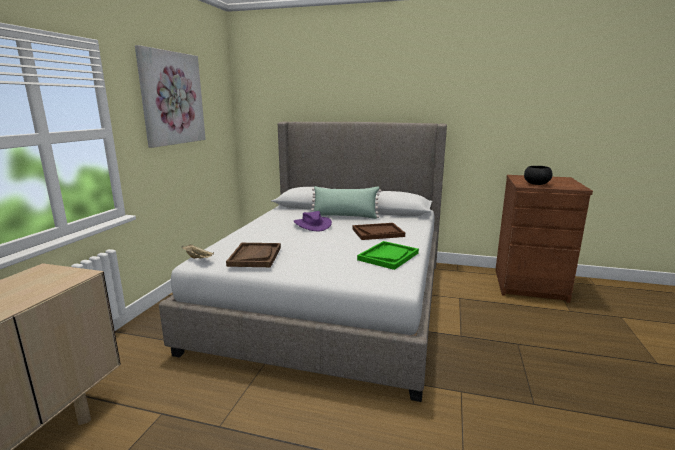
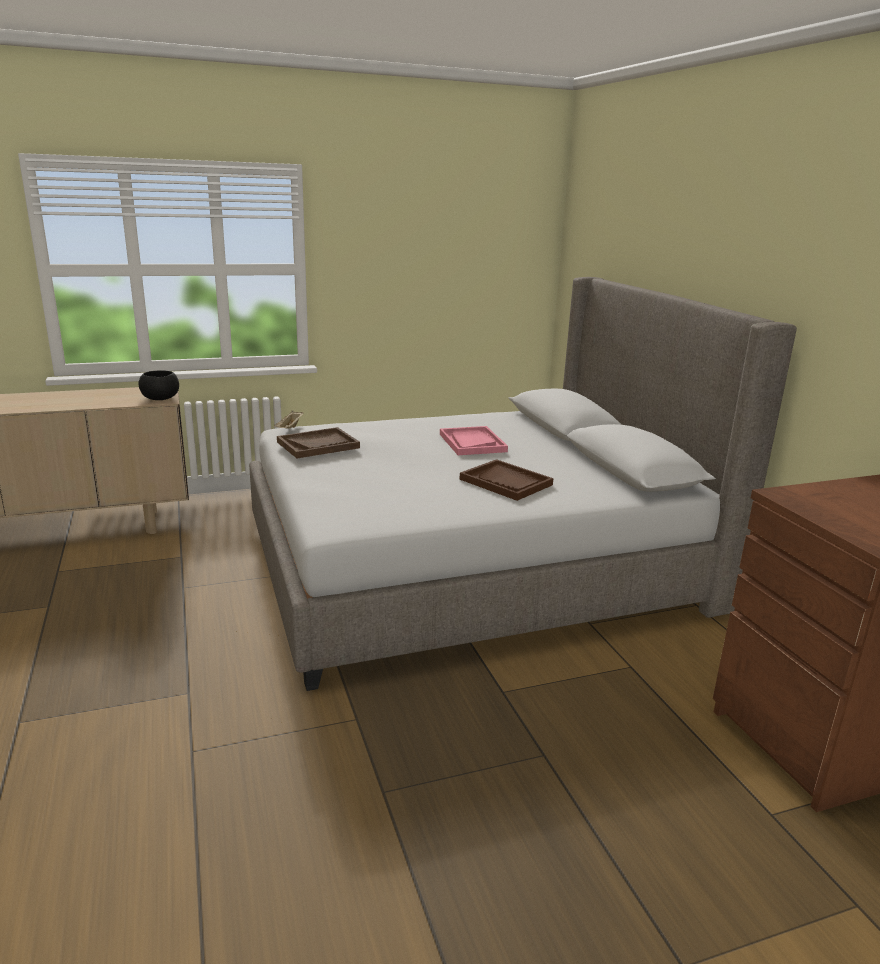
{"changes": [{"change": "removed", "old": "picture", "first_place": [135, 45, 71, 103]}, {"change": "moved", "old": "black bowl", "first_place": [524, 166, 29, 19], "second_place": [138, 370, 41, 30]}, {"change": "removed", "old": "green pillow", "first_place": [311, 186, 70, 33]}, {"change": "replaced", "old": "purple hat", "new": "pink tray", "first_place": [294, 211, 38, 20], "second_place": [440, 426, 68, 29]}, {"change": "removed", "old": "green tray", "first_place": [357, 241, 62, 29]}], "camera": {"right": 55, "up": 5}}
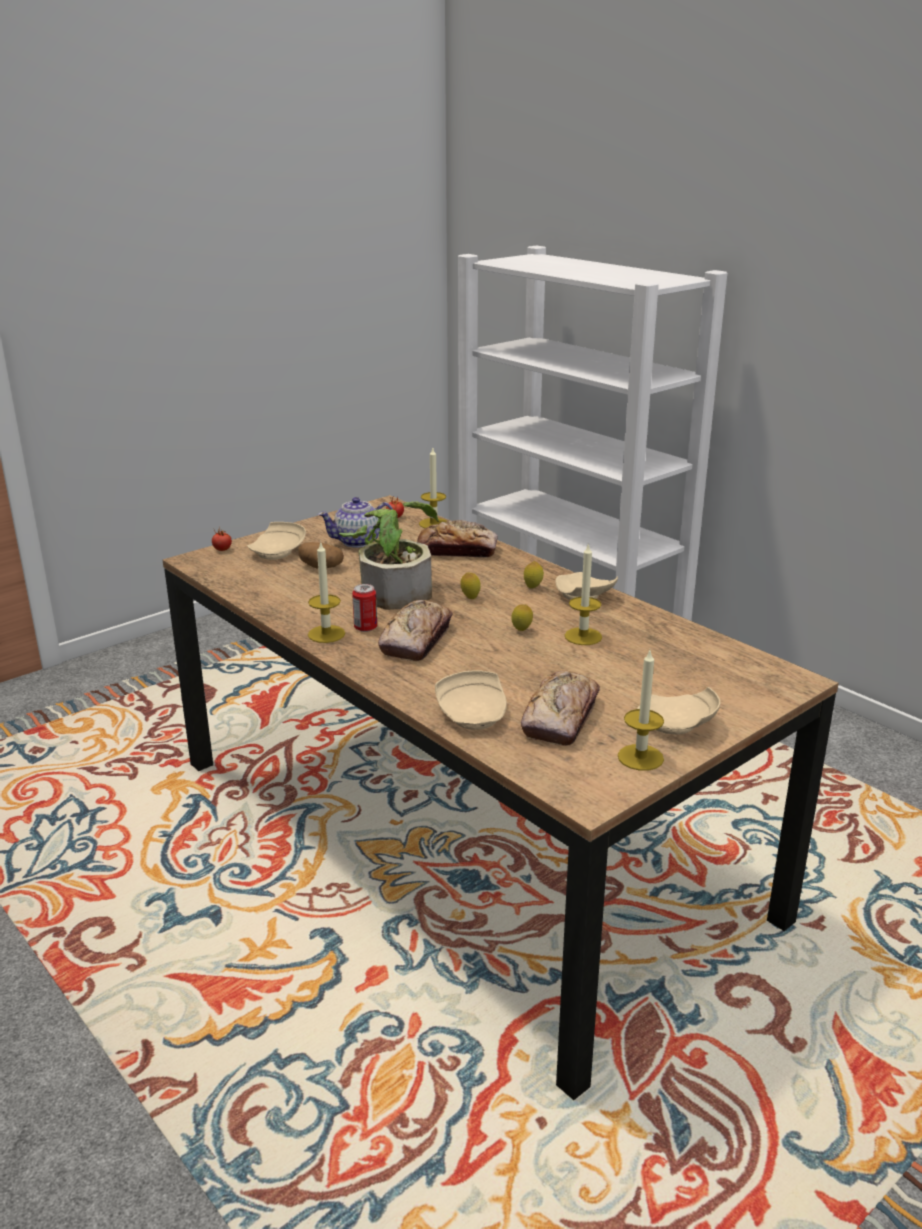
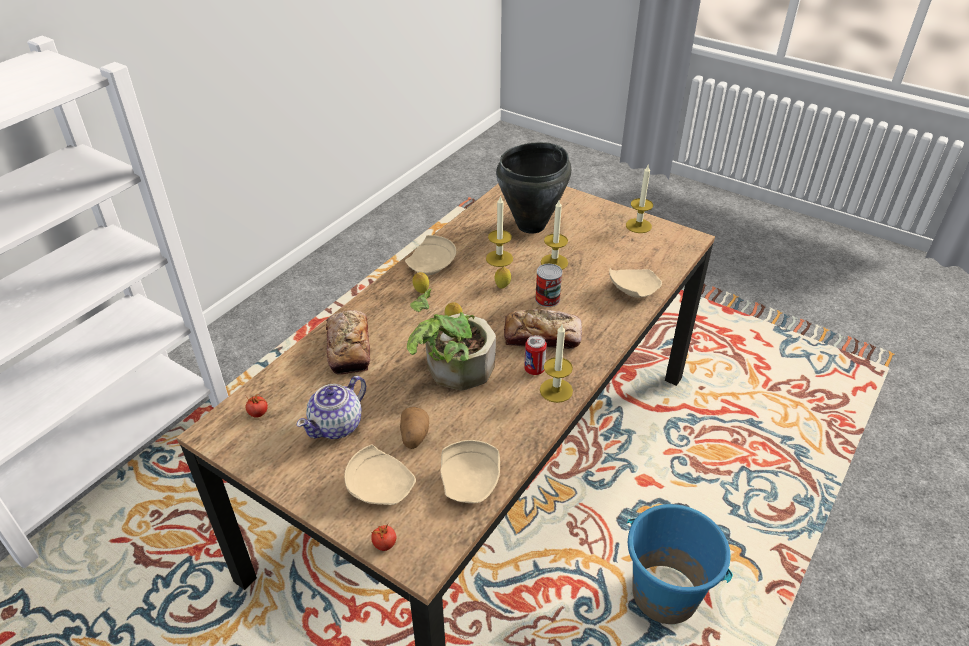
{"changes": [{"change": "moved", "old": "candle", "first_place": [419, 448, 28, 80], "second_place": [541, 200, 27, 70]}, {"change": "turned", "old": "teapot", "first_place": [318, 497, 75, 51], "second_place": [297, 376, 69, 63], "degrees": 75}, {"change": "removed", "old": "bread", "first_place": [521, 671, 79, 75]}, {"change": "moved", "old": "beige plate", "first_place": [637, 687, 83, 47], "second_place": [440, 440, 60, 63]}, {"change": "added", "new": "black cooking pot", "second_place": [496, 142, 75, 92]}, {"change": "added", "new": "can", "second_place": [535, 264, 28, 43]}, {"change": "added", "new": "blue bucket", "second_place": [627, 504, 106, 120]}], "camera": {"right": -105, "up": 15}}
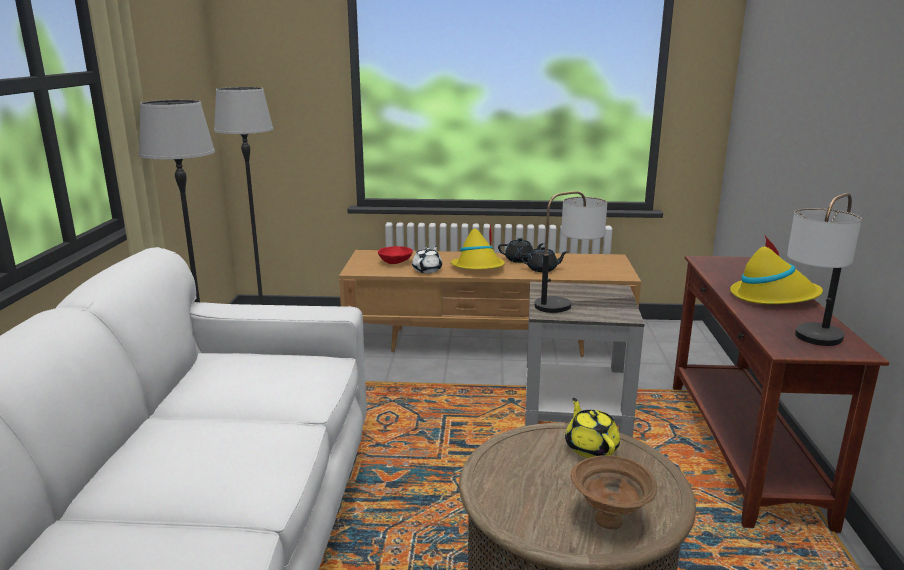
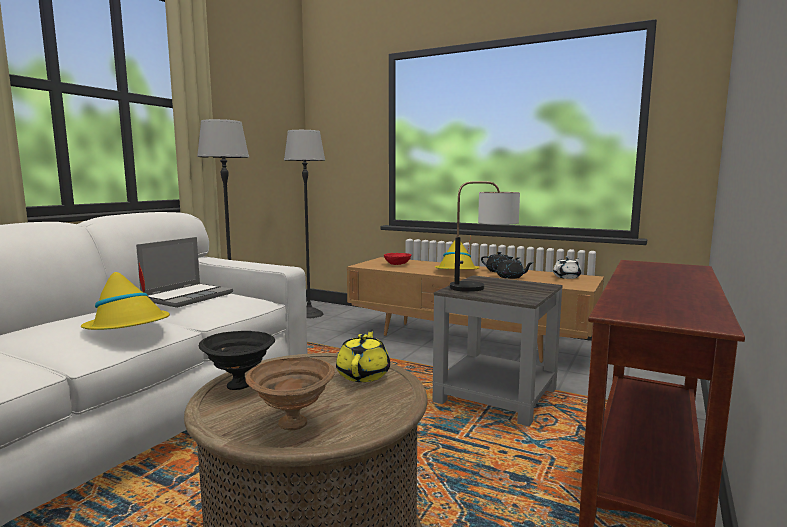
{"changes": [{"change": "removed", "old": "table lamp", "first_place": [787, 193, 75, 153]}, {"change": "moved", "old": "yellow hat", "first_place": [730, 234, 93, 70], "second_place": [81, 263, 89, 67]}, {"change": "moved", "old": "white teapot", "first_place": [412, 246, 30, 27], "second_place": [553, 256, 28, 23]}, {"change": "added", "new": "laptop", "second_place": [136, 237, 97, 71]}, {"change": "added", "new": "black bowl", "second_place": [199, 331, 76, 59]}], "camera": {"right": 25, "up": -10}}
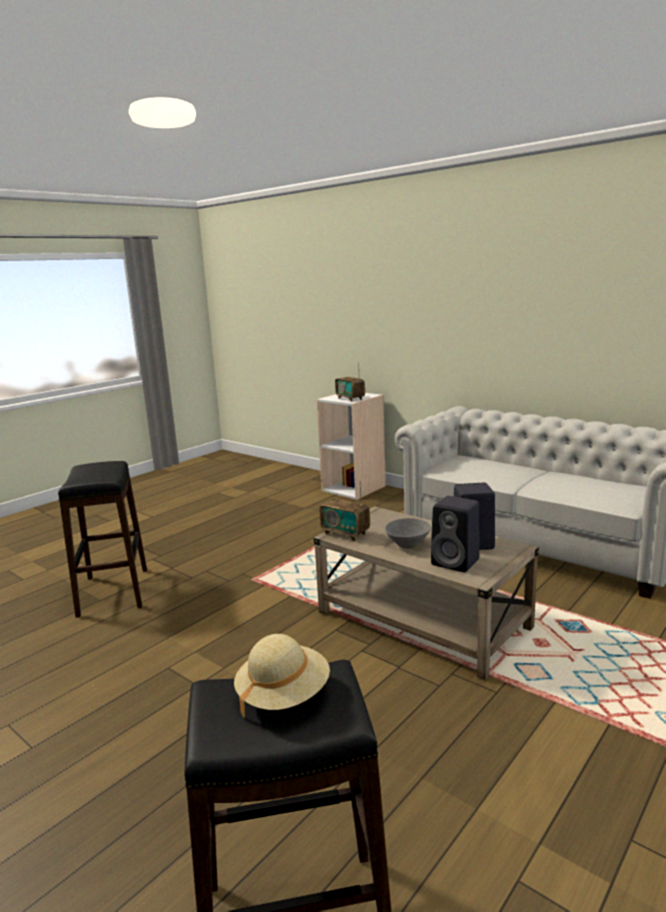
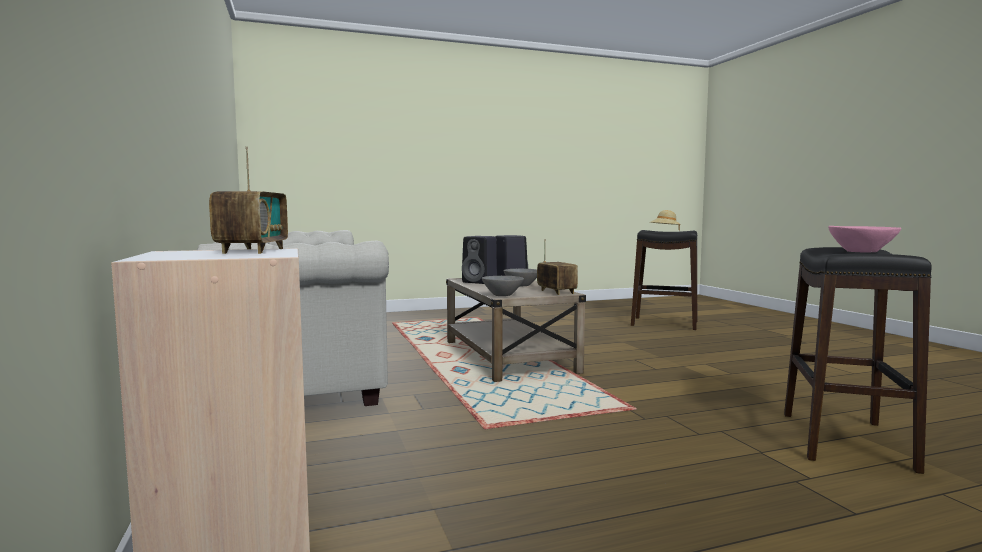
{"changes": [{"change": "added", "new": "pink bowl", "second_place": [828, 226, 73, 26]}, {"change": "added", "new": "grey bowl", "second_place": [482, 276, 42, 20]}], "camera": {"right": -150, "up": -10}}
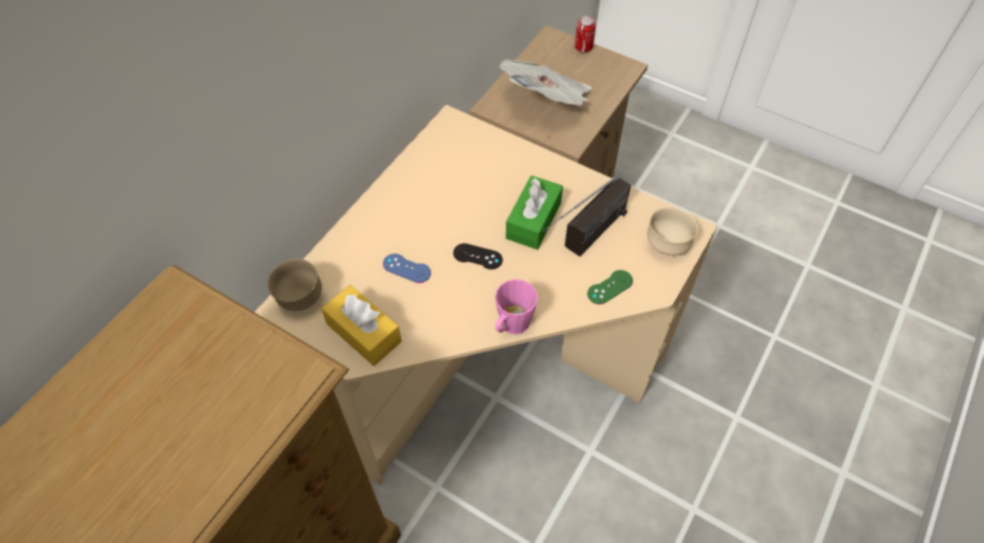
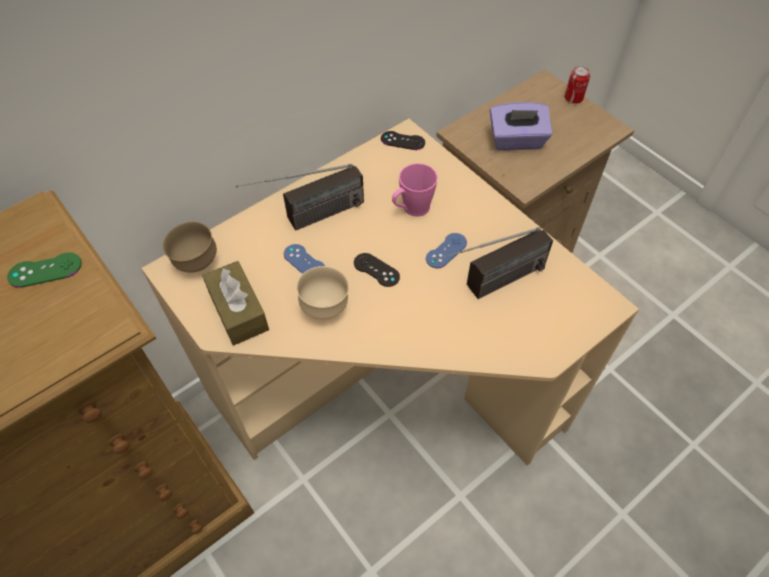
{"changes": [{"change": "replaced", "old": "newspaper", "new": "purple tissue box", "first_place": [500, 59, 92, 47], "second_place": [490, 102, 62, 48]}, {"change": "replaced", "old": "green tissue box", "new": "blue game controller", "first_place": [506, 175, 57, 75], "second_place": [426, 233, 41, 35]}, {"change": "moved", "old": "beige bowl", "first_place": [647, 207, 51, 49], "second_place": [296, 266, 53, 53]}, {"change": "moved", "old": "green game controller", "first_place": [587, 270, 46, 34], "second_place": [7, 252, 75, 36]}, {"change": "moved", "old": "pink mug", "first_place": [495, 279, 43, 55], "second_place": [392, 163, 46, 54]}, {"change": "recoloured", "old": "yellow tissue box", "new": "brown tissue box", "first_place": [321, 285, 81, 81], "second_place": [202, 261, 67, 84]}, {"change": "added", "new": "black game controller", "second_place": [381, 131, 44, 19]}, {"change": "added", "new": "radio", "second_place": [236, 164, 128, 67]}], "camera": {"right": 20, "up": 0}}
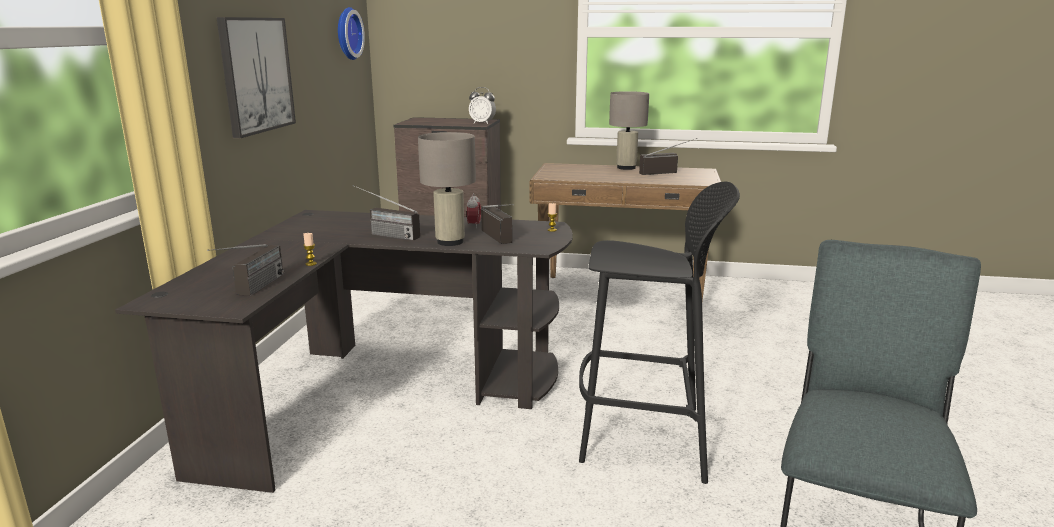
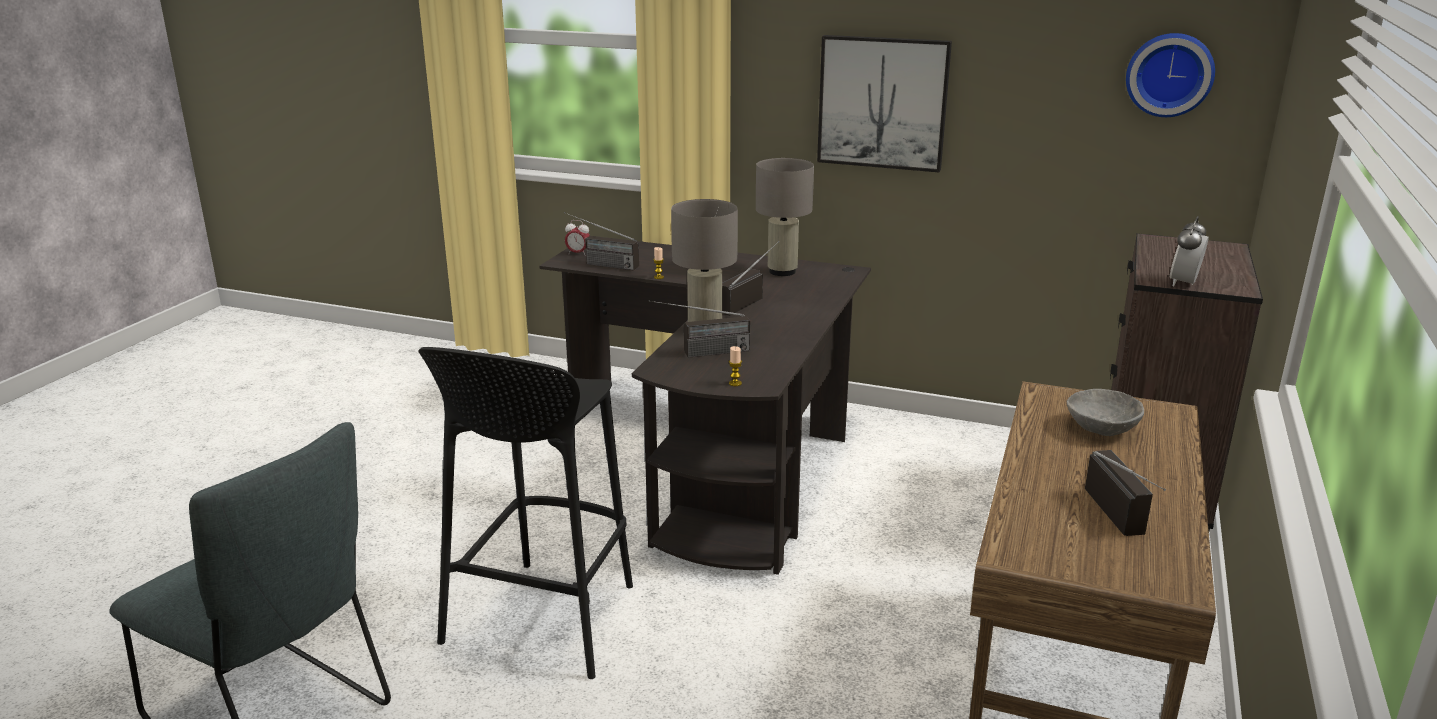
{"changes": [{"change": "moved", "old": "grey table lamp", "first_place": [609, 91, 40, 79], "second_place": [756, 158, 58, 118]}, {"change": "moved", "old": "alarm clock", "first_place": [467, 193, 14, 35], "second_place": [565, 220, 25, 36]}, {"change": "added", "new": "grey bowl", "second_place": [1067, 389, 77, 47]}], "camera": {"right": 100, "up": 5}}
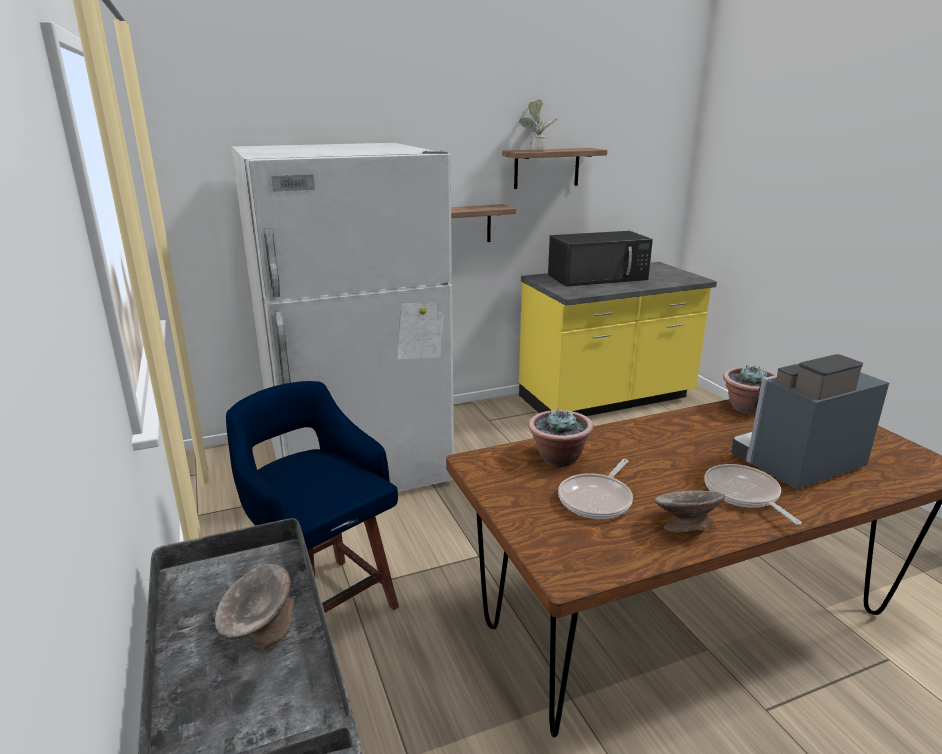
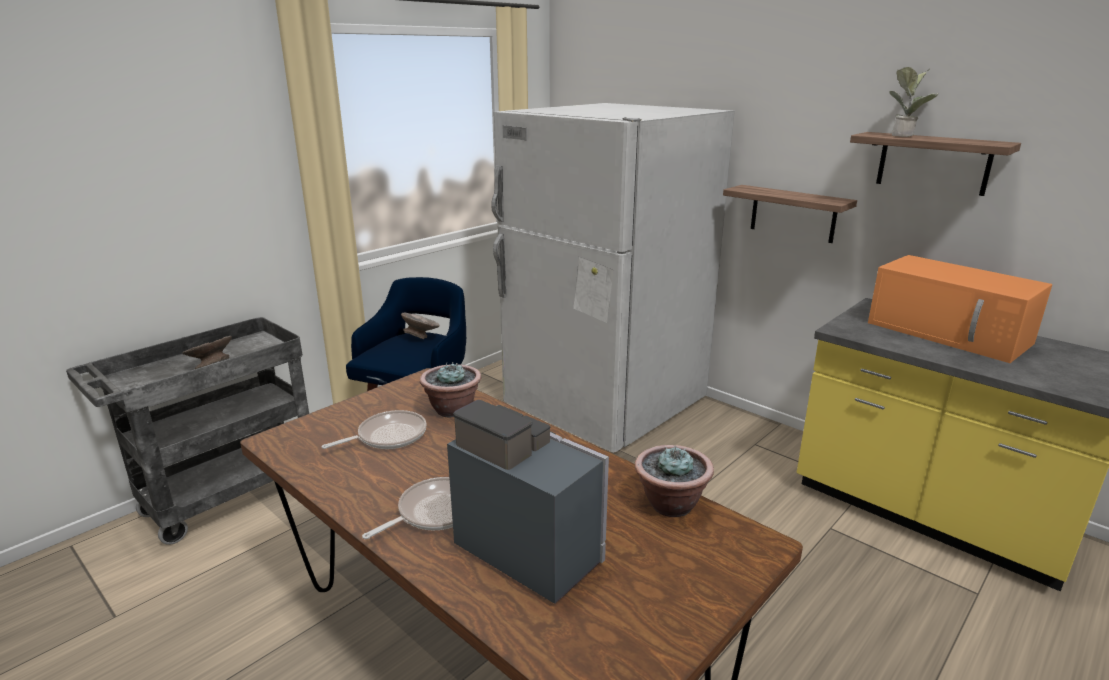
{"changes": [{"change": "recoloured", "old": "black microwave", "new": "orange microwave", "first_place": [548, 231, 105, 56], "second_place": [868, 255, 184, 108]}, {"change": "turned", "old": "frying pan", "first_place": [558, 459, 75, 60], "second_place": [321, 410, 106, 39], "degrees": 135}, {"change": "moved", "old": "grey bowl", "first_place": [654, 490, 71, 43], "second_place": [401, 312, 39, 27]}], "camera": {"right": 65, "up": 0}}
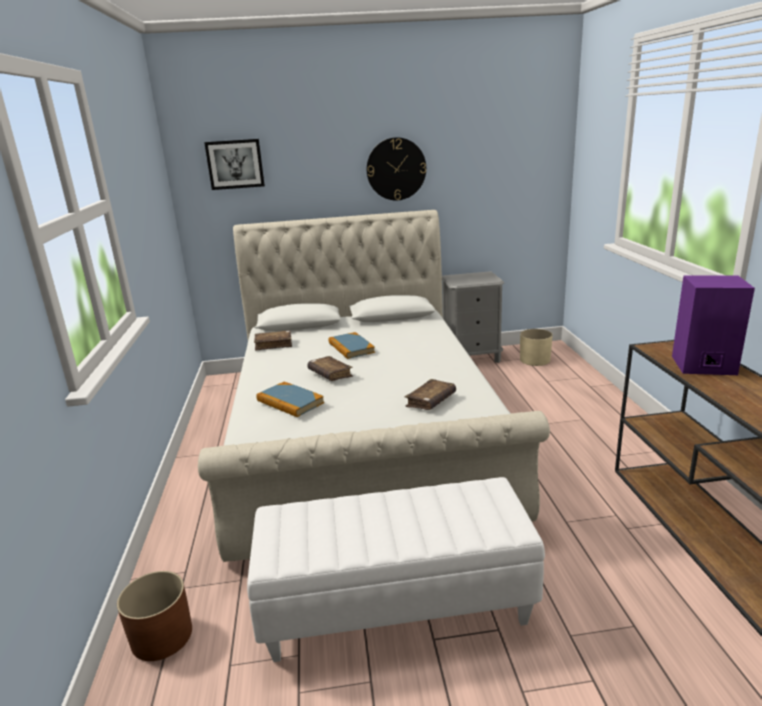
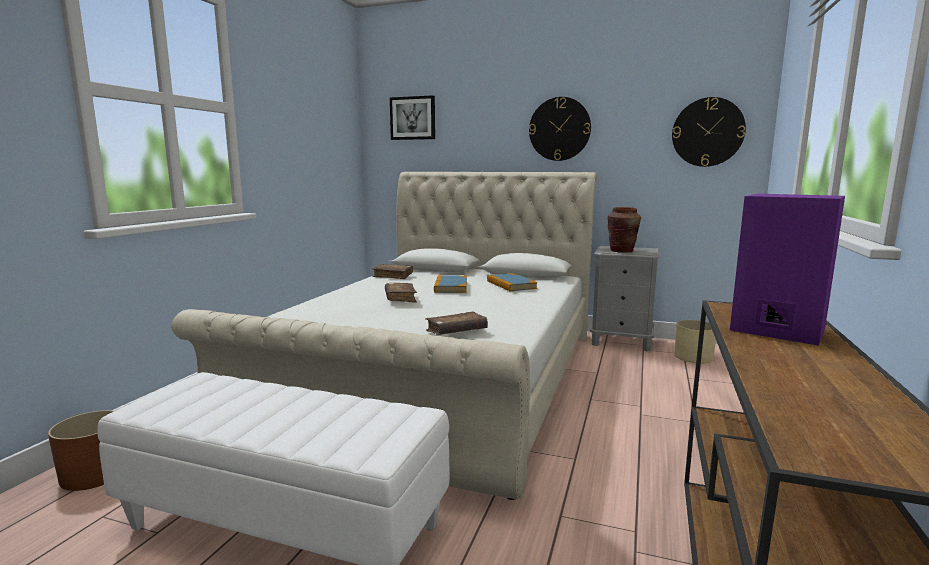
{"changes": [{"change": "moved", "old": "book", "first_place": [256, 382, 68, 35], "second_place": [487, 273, 51, 18]}, {"change": "added", "new": "wall clock", "second_place": [672, 97, 74, 70]}, {"change": "added", "new": "brown vase", "second_place": [608, 207, 33, 46]}], "camera": {"right": 25, "up": -10}}
